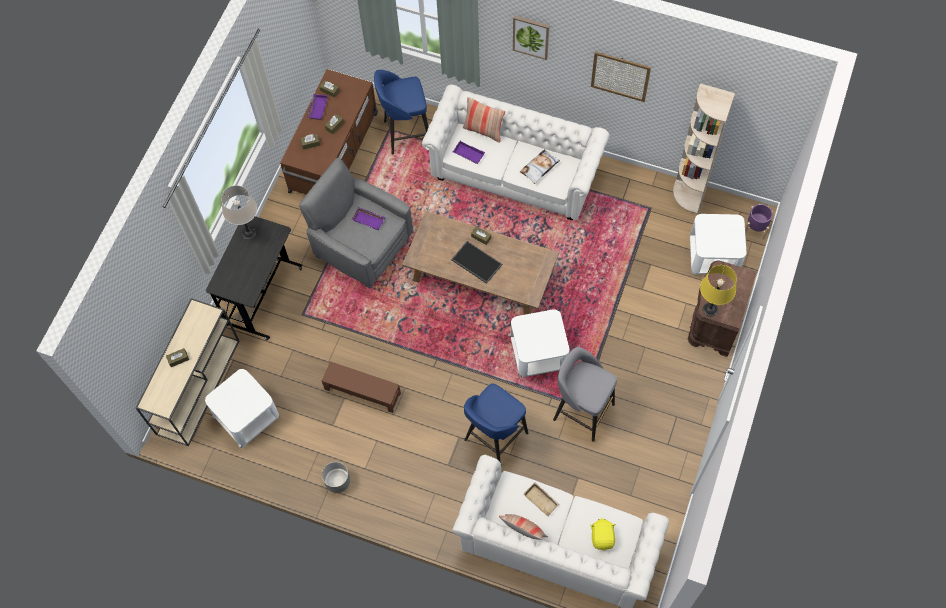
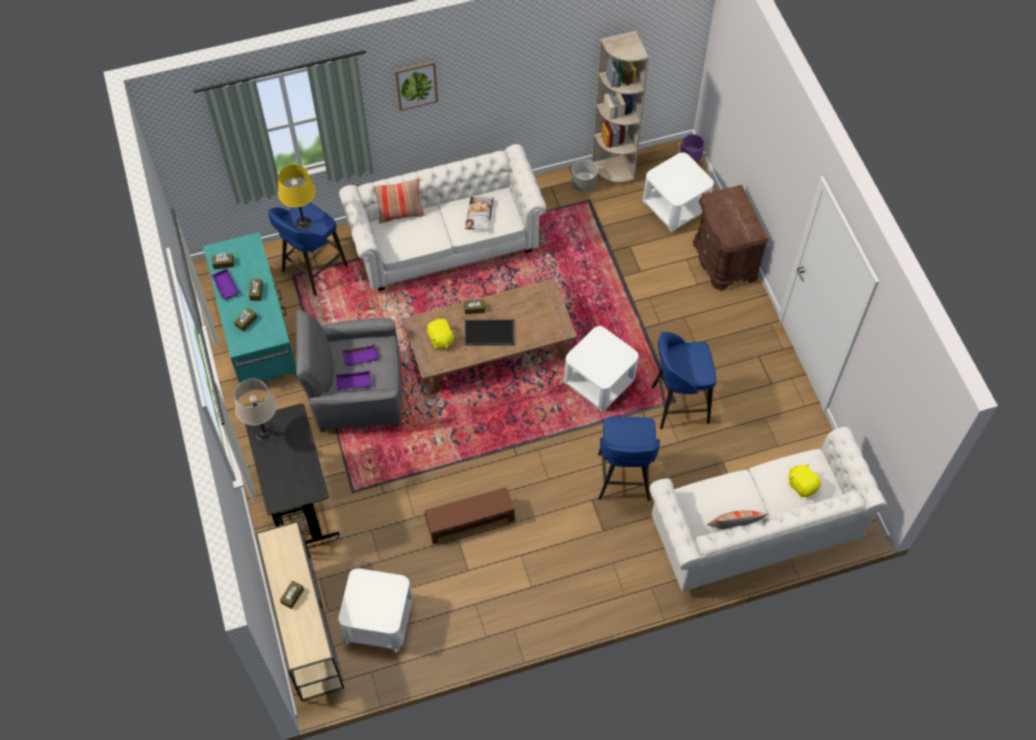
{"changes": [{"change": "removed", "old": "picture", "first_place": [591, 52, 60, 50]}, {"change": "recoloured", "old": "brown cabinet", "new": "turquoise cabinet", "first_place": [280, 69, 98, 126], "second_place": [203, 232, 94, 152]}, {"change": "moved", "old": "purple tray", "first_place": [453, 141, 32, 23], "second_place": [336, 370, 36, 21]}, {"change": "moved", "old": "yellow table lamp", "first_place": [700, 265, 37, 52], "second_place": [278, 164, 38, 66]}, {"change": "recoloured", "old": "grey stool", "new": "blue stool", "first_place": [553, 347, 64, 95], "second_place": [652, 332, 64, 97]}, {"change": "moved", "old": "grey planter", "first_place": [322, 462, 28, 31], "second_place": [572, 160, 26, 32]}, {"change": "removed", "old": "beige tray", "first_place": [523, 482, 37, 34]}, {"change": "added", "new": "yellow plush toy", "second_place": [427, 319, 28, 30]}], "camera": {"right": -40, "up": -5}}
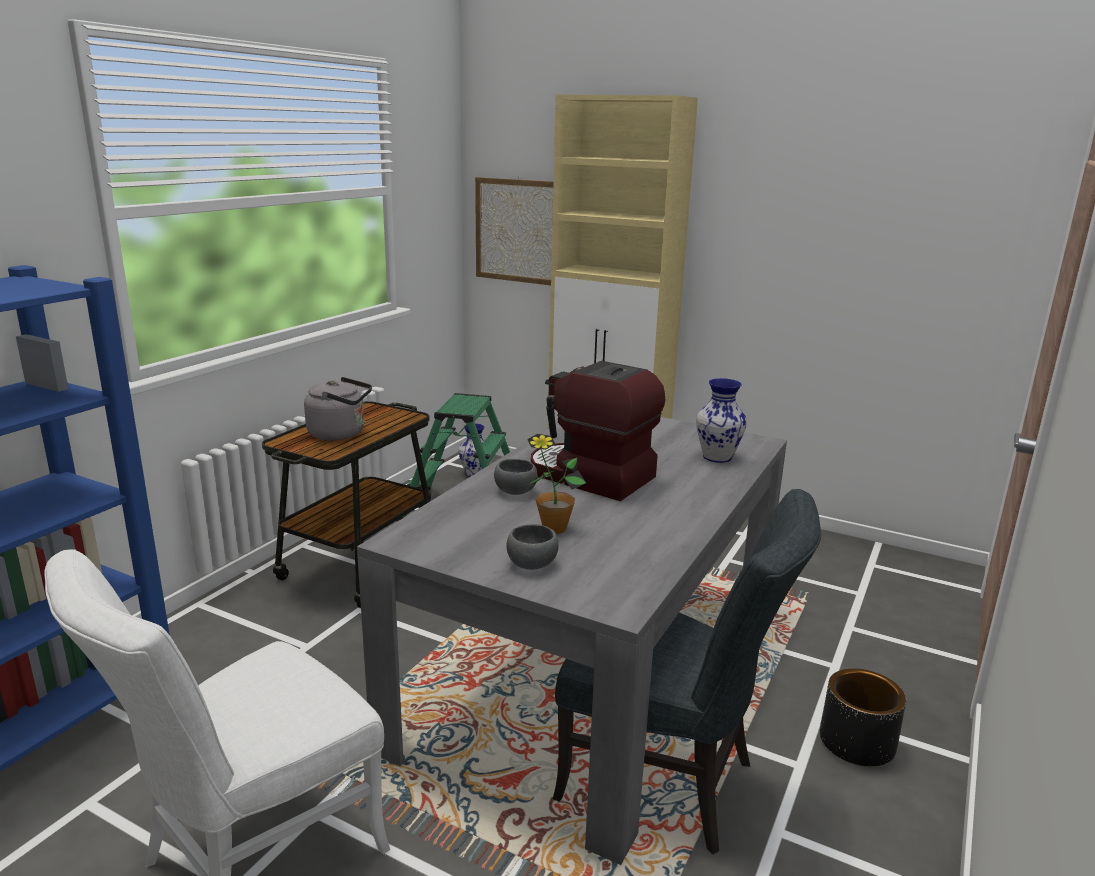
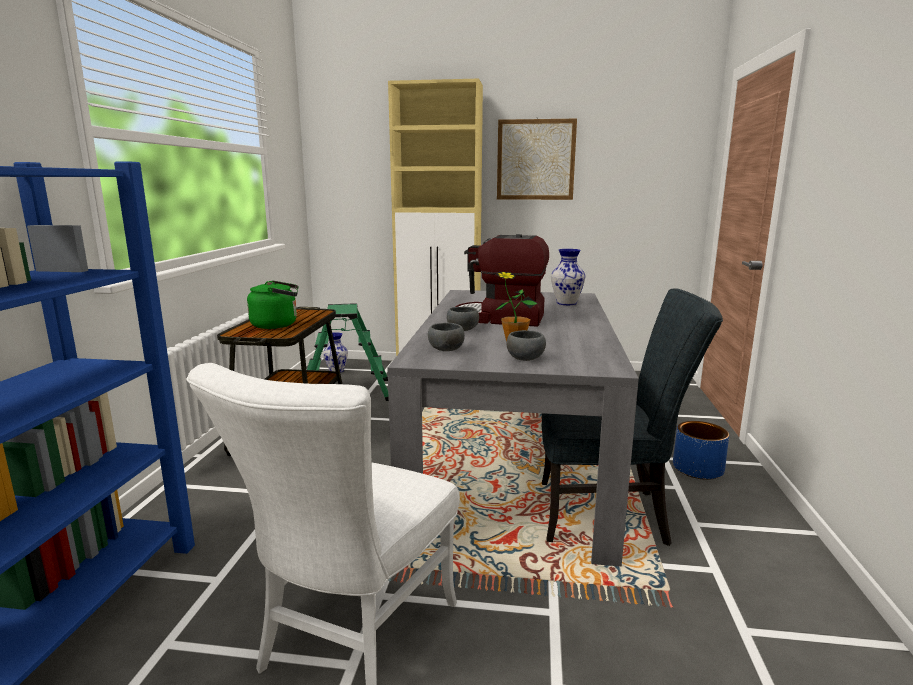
{"changes": [{"change": "moved", "old": "picture", "first_place": [475, 177, 79, 108], "second_place": [497, 118, 80, 82]}, {"change": "recoloured", "old": "grey kettle", "new": "green kettle", "first_place": [304, 377, 68, 63], "second_place": [247, 281, 52, 48]}, {"change": "recoloured", "old": "black planter", "new": "blue planter", "first_place": [820, 668, 86, 99], "second_place": [673, 421, 56, 59]}, {"change": "added", "new": "grey bowl", "second_place": [428, 323, 37, 28]}], "camera": {"right": -20, "up": -5}}
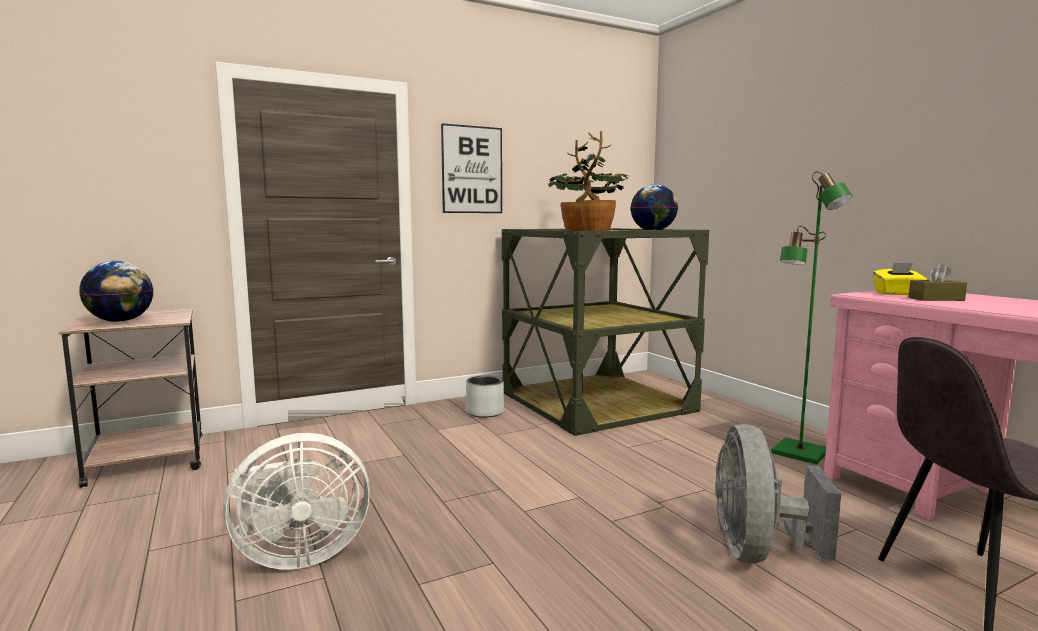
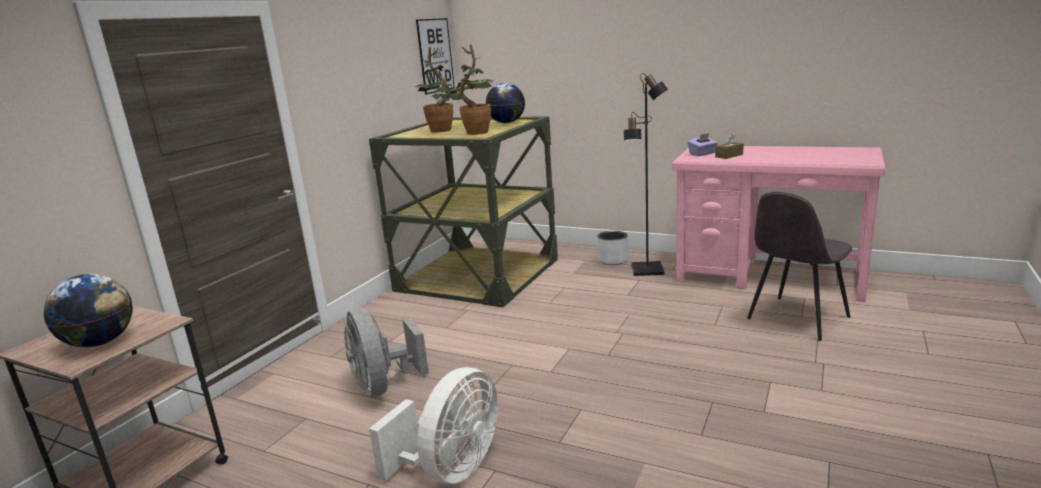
{"changes": [{"change": "moved", "old": "picture", "first_place": [441, 123, 61, 90], "second_place": [416, 18, 39, 77]}, {"change": "recoloured", "old": "green floor lamp", "new": "black floor lamp", "first_place": [771, 171, 81, 293], "second_place": [624, 73, 44, 203]}, {"change": "recoloured", "old": "yellow tissue box", "new": "purple tissue box", "first_place": [873, 263, 54, 32], "second_place": [687, 133, 31, 23]}, {"change": "moved", "old": "grey planter", "first_place": [466, 375, 38, 43], "second_place": [597, 231, 31, 34]}, {"change": "moved", "old": "grey fan", "first_place": [715, 424, 126, 140], "second_place": [344, 307, 85, 90]}], "camera": {"right": -35, "up": 10}}
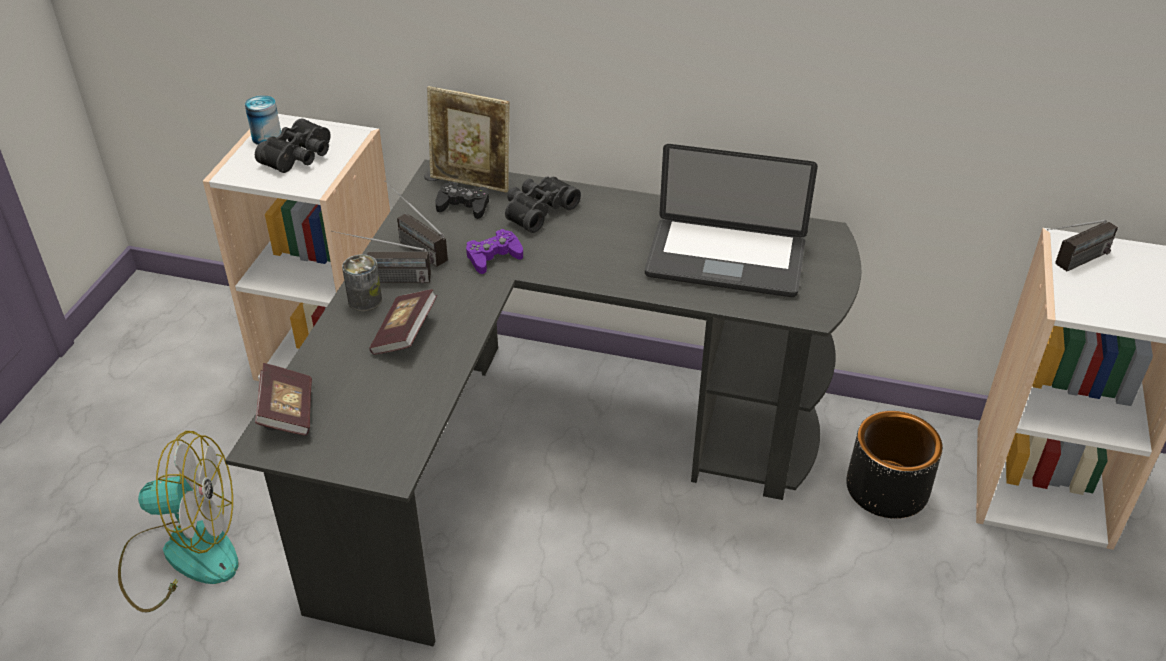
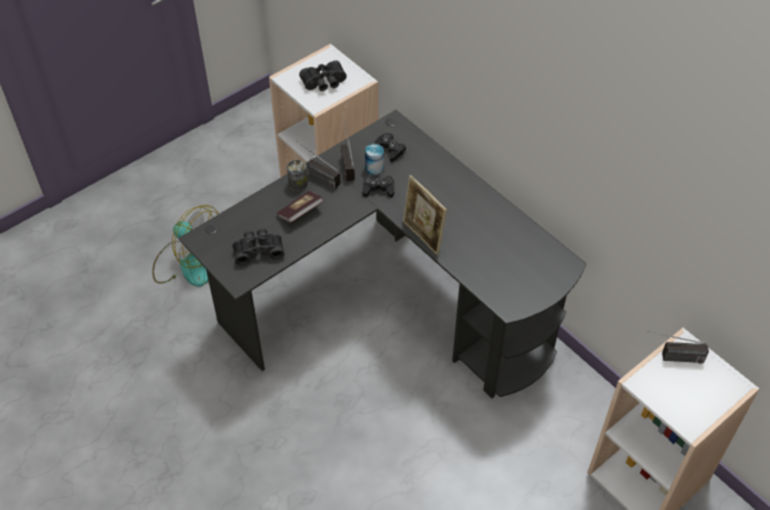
{"changes": [{"change": "moved", "old": "picture frame", "first_place": [427, 86, 83, 107], "second_place": [403, 175, 44, 80]}, {"change": "moved", "old": "can", "first_place": [245, 95, 36, 50], "second_place": [365, 144, 19, 31]}, {"change": "removed", "old": "laptop", "first_place": [645, 144, 173, 153]}, {"change": "moved", "old": "black binoculars", "first_place": [505, 177, 76, 56], "second_place": [232, 228, 52, 38]}, {"change": "recoloured", "old": "purple game controller", "new": "black game controller", "first_place": [466, 229, 57, 45], "second_place": [363, 175, 31, 23]}, {"change": "removed", "old": "book", "first_place": [255, 363, 57, 73]}, {"change": "removed", "old": "black planter", "first_place": [846, 411, 97, 108]}], "camera": {"right": 35, "up": 10}}
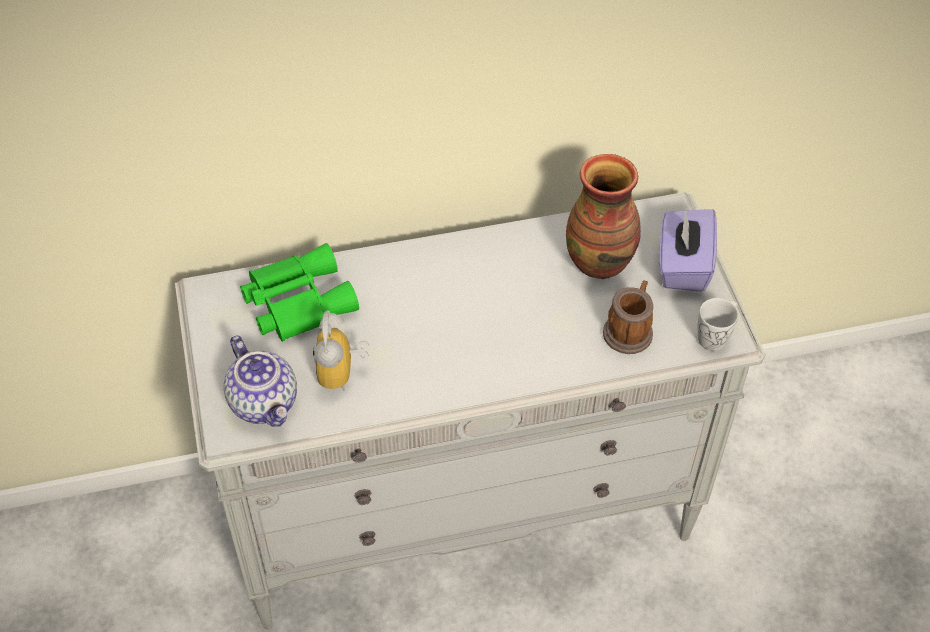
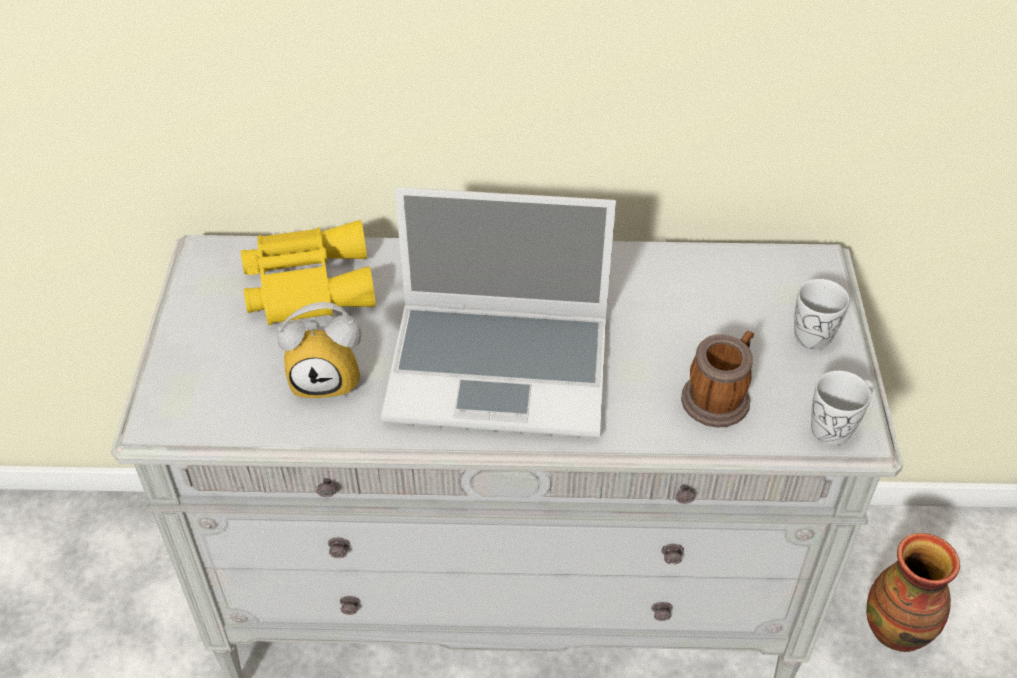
{"changes": [{"change": "moved", "old": "vase", "first_place": [566, 154, 75, 125], "second_place": [866, 533, 94, 119]}, {"change": "replaced", "old": "purple tissue box", "new": "white mug", "first_place": [660, 209, 57, 83], "second_place": [794, 279, 55, 71]}, {"change": "recoloured", "old": "green binoculars", "new": "yellow binoculars", "first_place": [240, 243, 119, 99], "second_place": [241, 220, 135, 105]}, {"change": "turned", "old": "alarm clock", "first_place": [313, 310, 56, 81], "second_place": [277, 302, 84, 97], "degrees": -105}, {"change": "removed", "old": "teapot", "first_place": [224, 335, 73, 92]}, {"change": "added", "new": "laptop", "second_place": [381, 187, 235, 251]}], "camera": {"right": 15, "up": -5}}
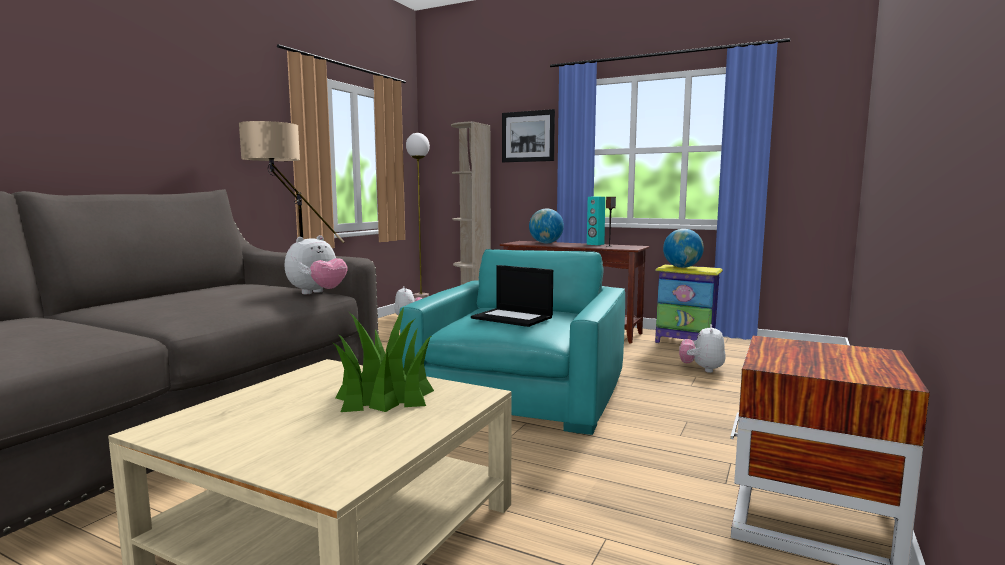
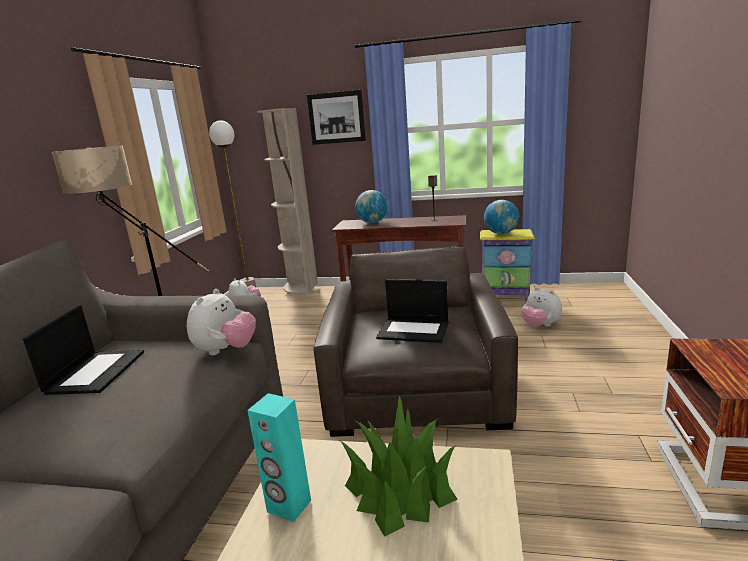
{"changes": [{"change": "moved", "old": "turquoise speaker", "first_place": [587, 197, 18, 48], "second_place": [247, 393, 64, 129]}, {"change": "recoloured", "old": "turquoise armchair", "new": "brown armchair", "first_place": [400, 249, 225, 186], "second_place": [314, 246, 204, 191]}, {"change": "turned", "old": "plush toy", "first_place": [679, 324, 47, 49], "second_place": [521, 287, 41, 40], "degrees": -45}, {"change": "added", "new": "laptop", "second_place": [23, 306, 121, 89]}], "camera": {"right": -15, "up": 10}}
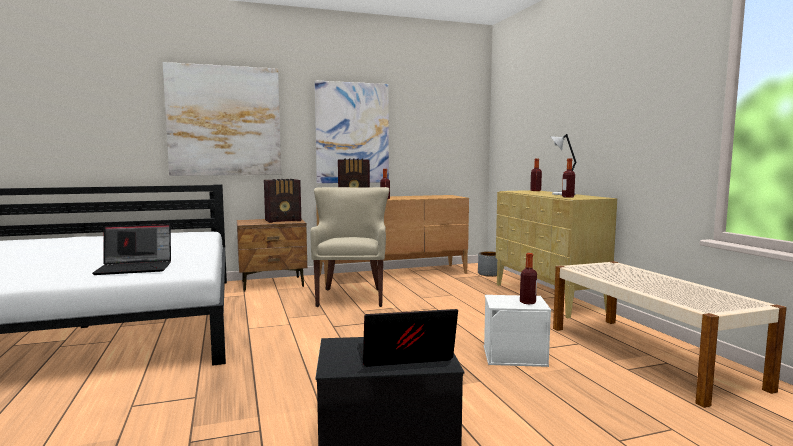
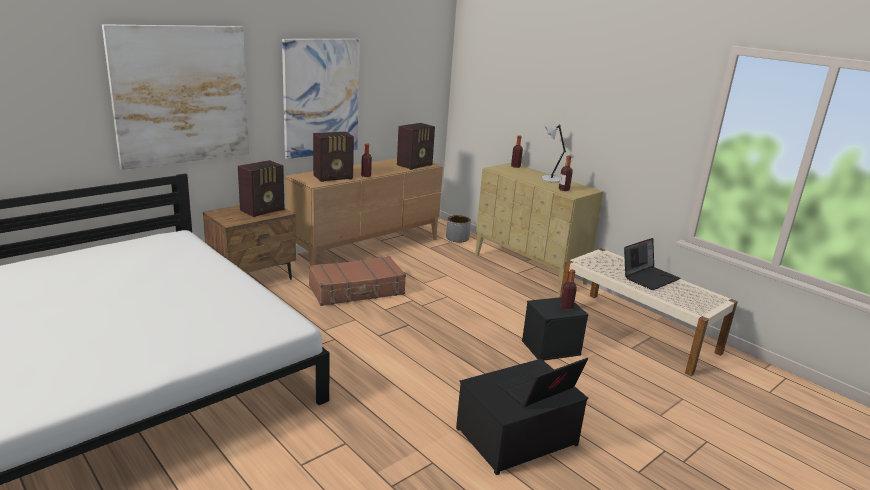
{"changes": [{"change": "replaced", "old": "beige armchair", "new": "brown suitcase", "first_place": [310, 187, 79, 120], "second_place": [309, 256, 97, 50]}, {"change": "moved", "old": "laptop", "first_place": [92, 224, 79, 51], "second_place": [624, 238, 56, 52]}, {"change": "recoloured", "old": "white storage box", "new": "black storage box", "first_place": [484, 295, 67, 72], "second_place": [522, 297, 66, 64]}, {"change": "added", "new": "radio", "second_place": [397, 123, 38, 47]}], "camera": {"right": -25, "up": 15}}
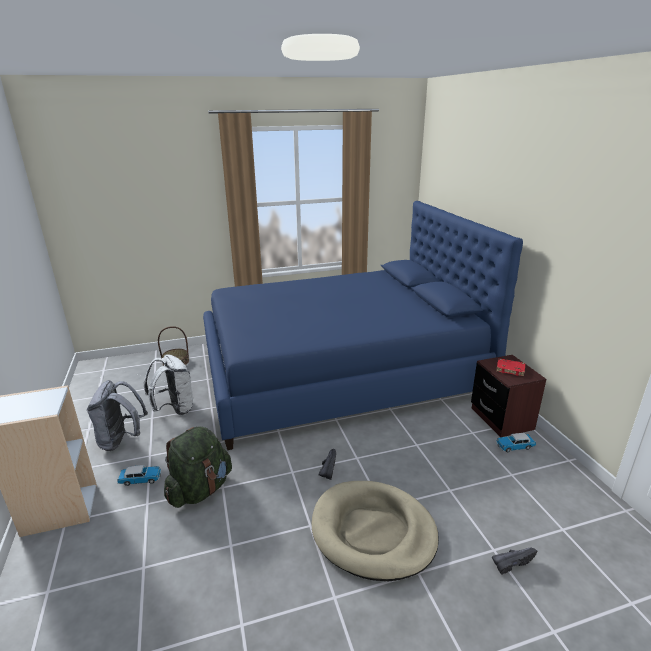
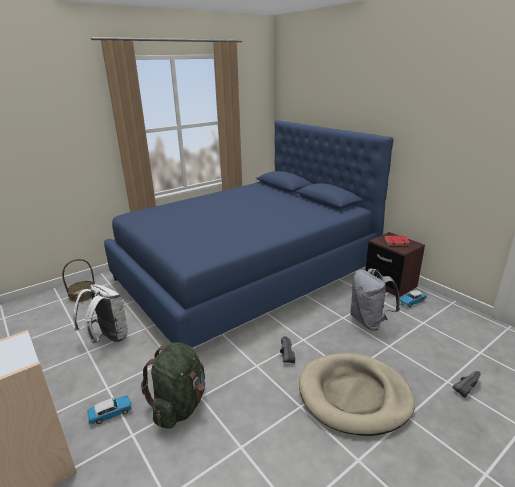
{"changes": [{"change": "moved", "old": "grey backpack", "first_place": [87, 380, 61, 71], "second_place": [350, 268, 50, 63]}], "camera": {"right": -20, "up": 0}}
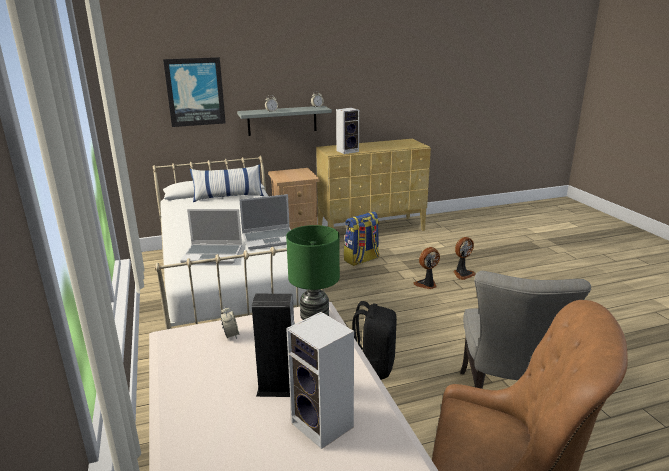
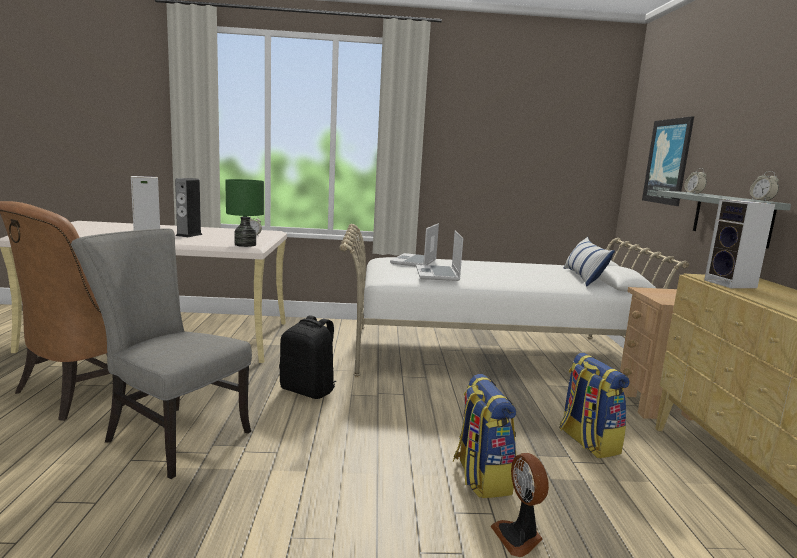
{"changes": [{"change": "replaced", "old": "fan", "new": "backpack", "first_place": [413, 247, 27, 42], "second_place": [453, 374, 63, 124]}], "camera": {"right": 105, "up": -10}}
